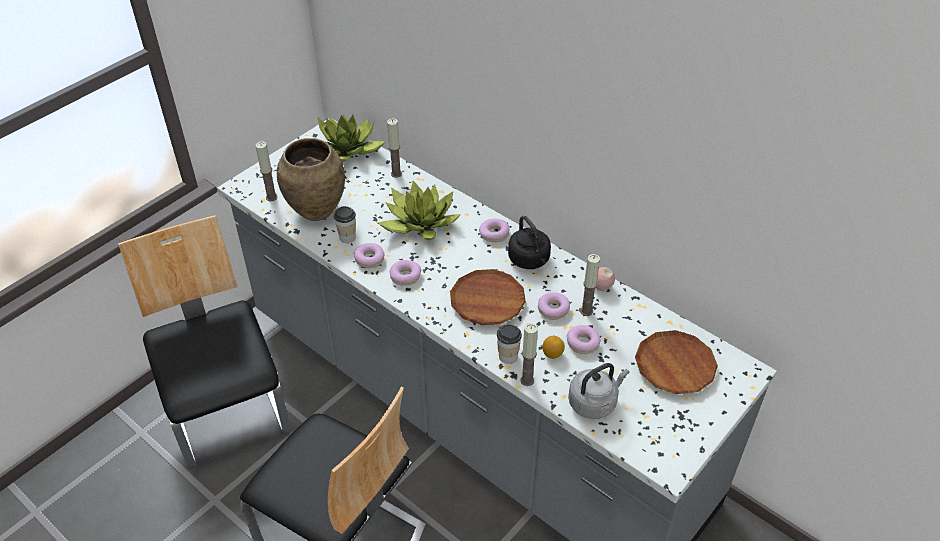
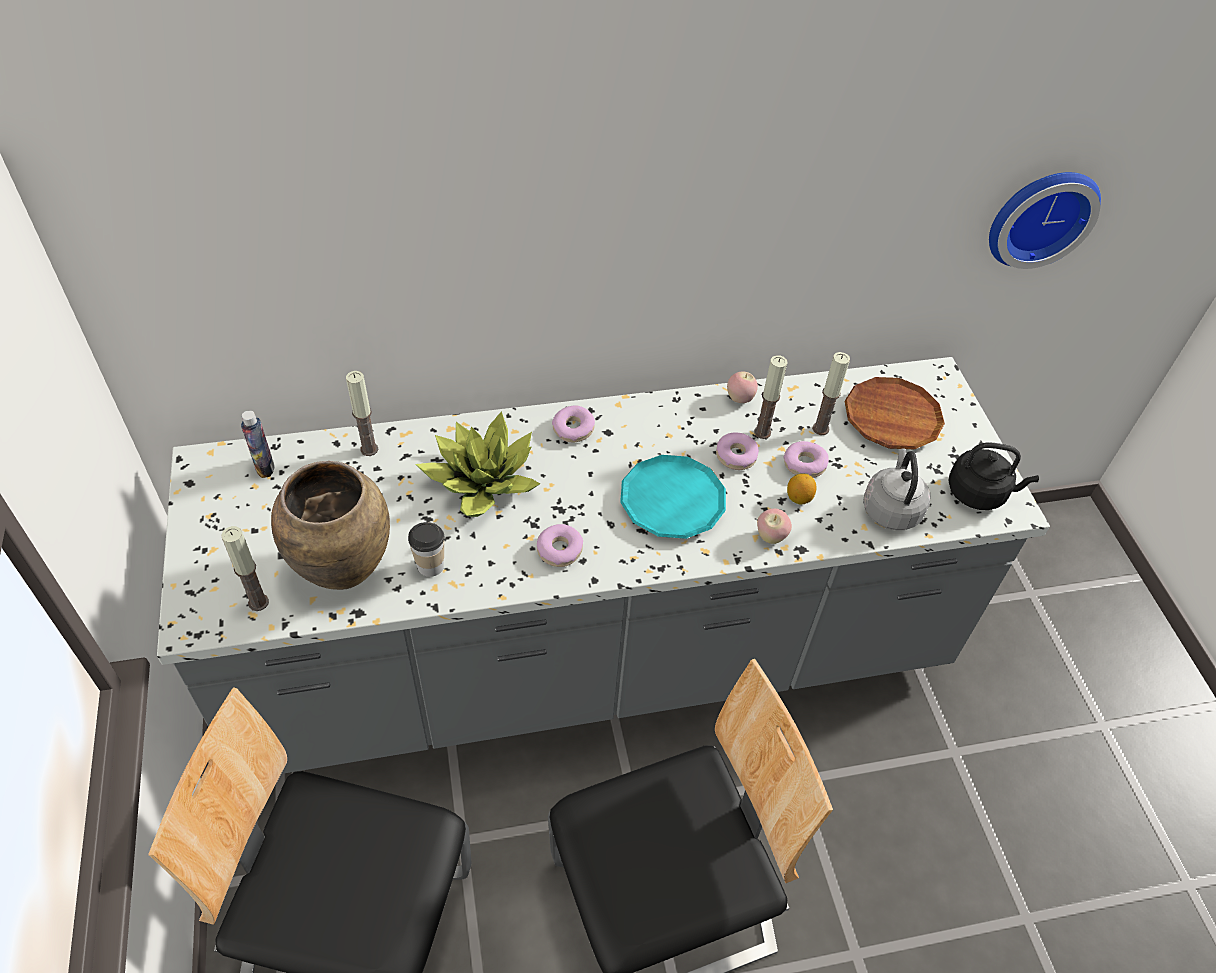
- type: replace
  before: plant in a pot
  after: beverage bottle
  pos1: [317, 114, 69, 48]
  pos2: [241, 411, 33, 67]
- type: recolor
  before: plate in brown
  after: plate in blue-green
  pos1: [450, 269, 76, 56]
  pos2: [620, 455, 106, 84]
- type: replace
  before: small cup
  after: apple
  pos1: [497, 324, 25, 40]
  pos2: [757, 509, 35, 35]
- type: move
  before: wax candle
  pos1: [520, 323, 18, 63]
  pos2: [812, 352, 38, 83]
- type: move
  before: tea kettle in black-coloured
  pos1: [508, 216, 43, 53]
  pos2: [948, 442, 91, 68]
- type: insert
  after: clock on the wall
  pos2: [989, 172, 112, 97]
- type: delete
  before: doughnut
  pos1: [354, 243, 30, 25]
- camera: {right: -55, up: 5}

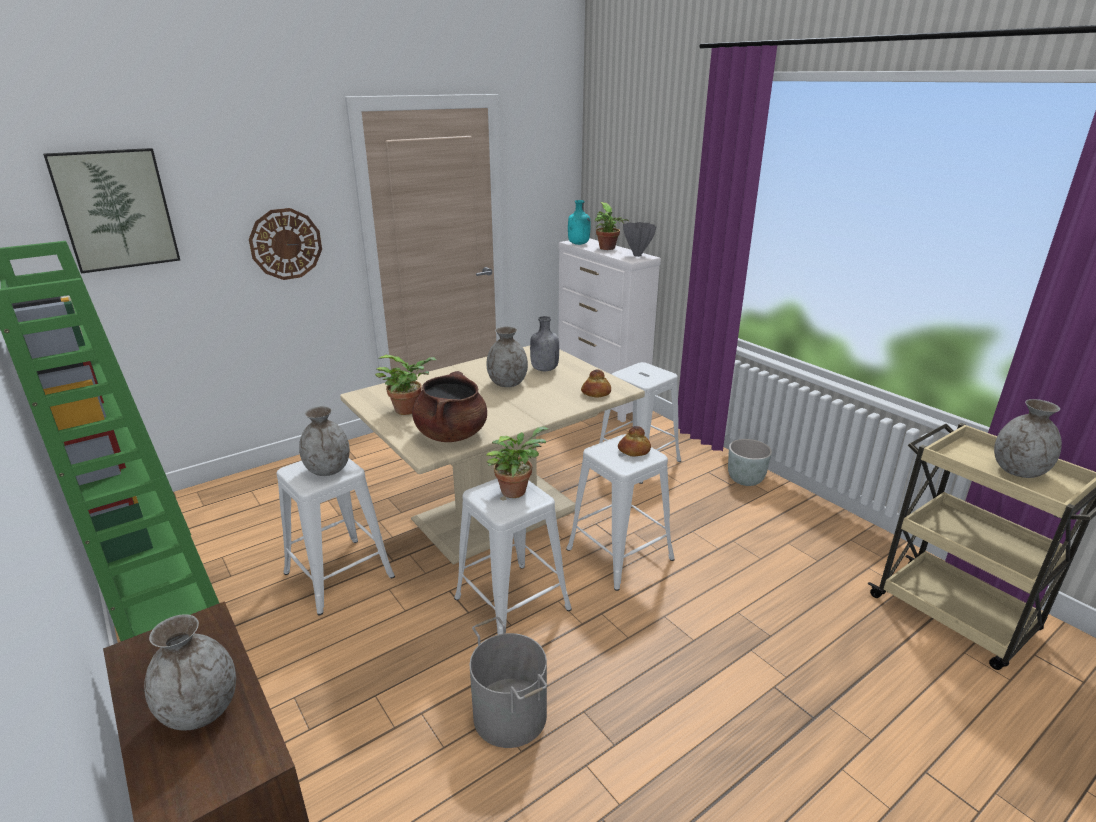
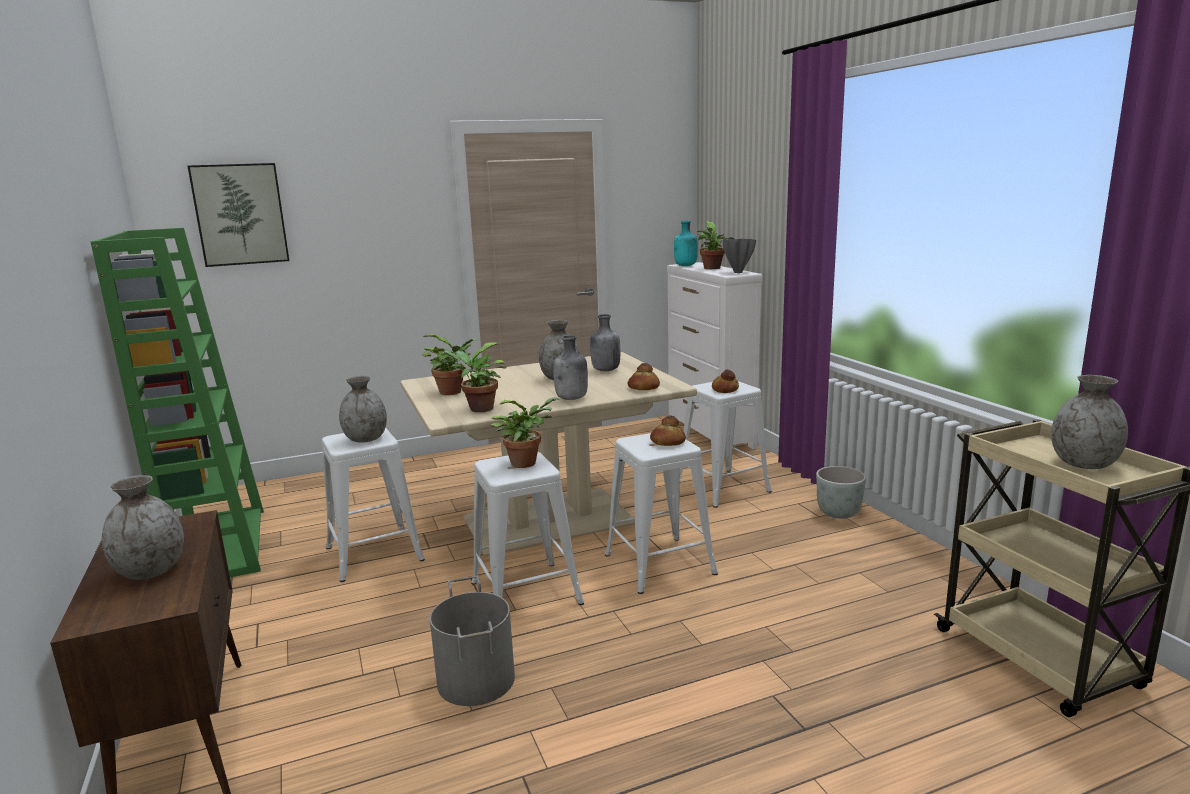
- type: replace
  before: saucepot in brown
  after: plant in a pot
  pos1: [412, 371, 75, 71]
  pos2: [441, 342, 66, 70]
- type: insert
  after: beverage bottle in gray
  pos2: [553, 335, 35, 65]
- type: insert
  after: bread
  pos2: [712, 369, 27, 24]
- type: delete
  before: clock on the wall
  pos1: [249, 208, 73, 72]
- camera: {right: 15, up: -10}

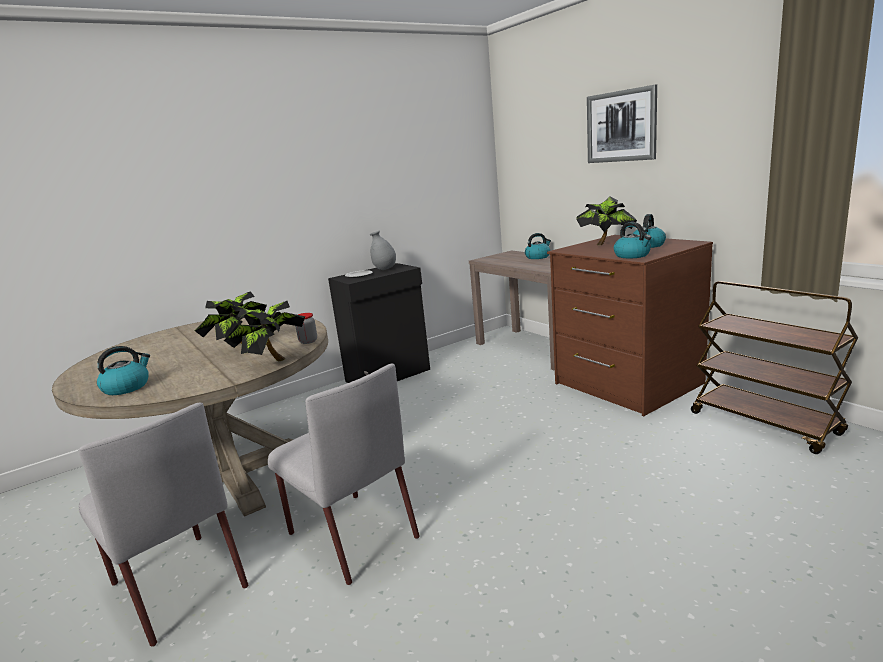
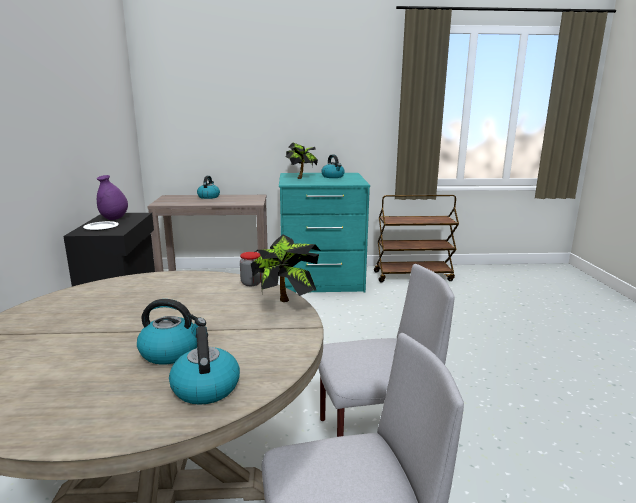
- type: recolor
  before: vase in gray
  after: vase in purplish
  pos1: [370, 231, 26, 39]
  pos2: [97, 175, 31, 45]
- type: move
  before: tea kettle
  pos1: [614, 222, 37, 36]
  pos2: [137, 299, 69, 66]
- type: recolor
  before: chest of drawers in brown
  after: chest of drawers in blue-green
  pos1: [547, 235, 166, 181]
  pos2: [279, 173, 91, 120]
- type: delete
  before: plant in a pot
  pos1: [194, 291, 74, 53]
- type: delete
  before: picture
  pos1: [587, 84, 70, 79]
- camera: {right: -60, up: 0}

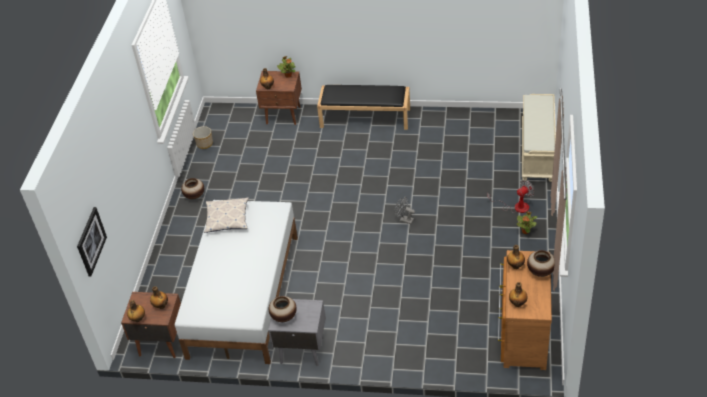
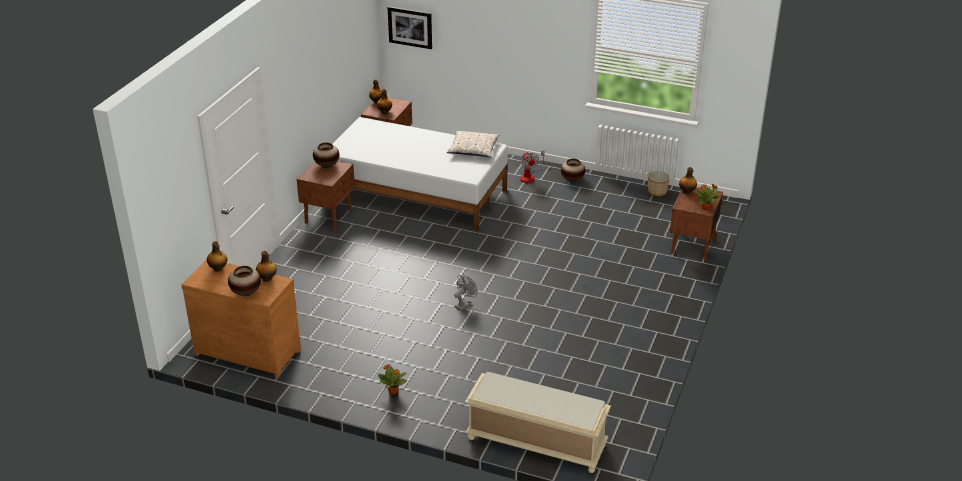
- type: recolor
  before: nightstand in gray
  after: nightstand in brown
  pos1: [268, 299, 58, 67]
  pos2: [297, 161, 58, 69]
- type: move
  before: cooling fan
  pos1: [487, 180, 47, 33]
  pos2: [520, 150, 25, 33]
- type: delete
  before: bench in black-coloured
  pos1: [317, 85, 93, 45]
- camera: {right: 100, up: -10}

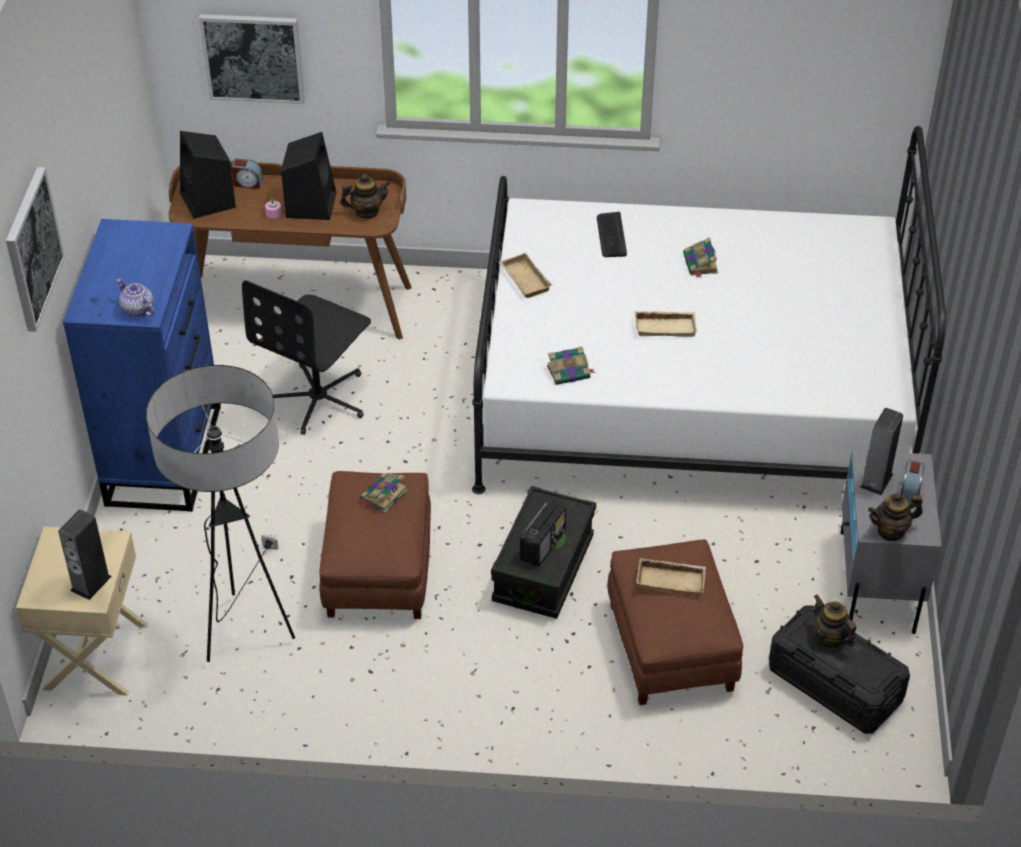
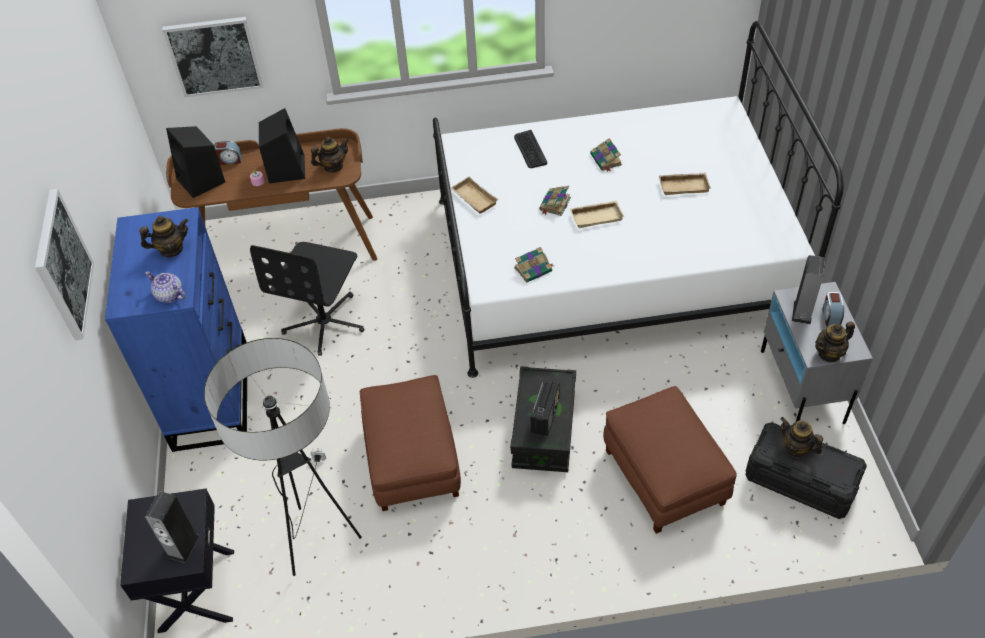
- type: recolor
  before: nightstand in beige-coloured
  after: nightstand in black-coloured
  pos1: [16, 526, 132, 170]
  pos2: [120, 488, 114, 145]
- type: insert
  after: teapot
  pos2: [139, 216, 49, 41]
- type: move
  before: volume
  pos1: [360, 473, 48, 40]
  pos2: [539, 186, 32, 30]
- type: move
  before: carrying tray in beige-coloured
  pos1: [636, 558, 70, 38]
  pos2: [659, 173, 52, 22]
- camera: {right: -10, up: 5}

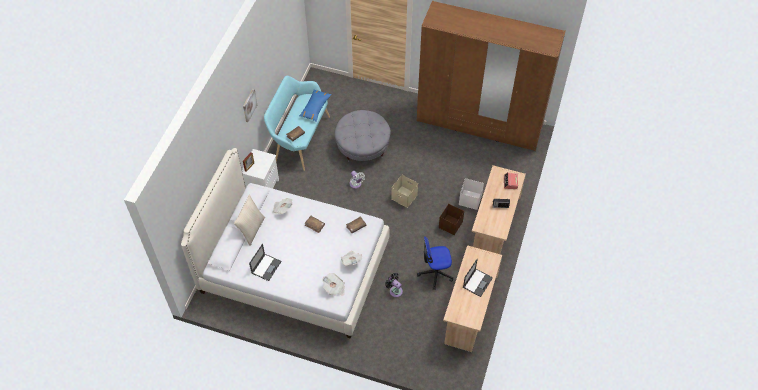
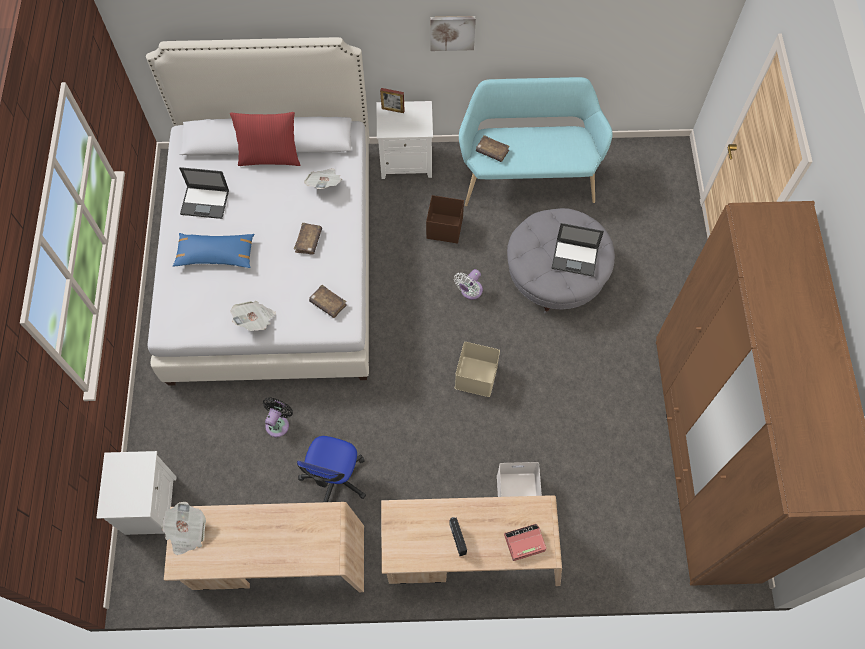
- type: insert
  after: nightstand in whitish
  pos2: [96, 451, 81, 84]
- type: move
  before: newspaper
  pos1: [322, 273, 23, 23]
  pos2: [161, 502, 45, 53]
- type: move
  before: cushion in bluish
  pos1: [299, 89, 33, 32]
  pos2: [173, 233, 81, 35]
- type: recolor
  before: cushion in beige-coloured
  after: cushion in reddish
  pos1: [234, 194, 31, 52]
  pos2: [230, 112, 71, 54]
- type: rotate
  before: desk chair
  pos1: [417, 236, 36, 54]
  pos2: [297, 436, 69, 66]
  turn: -135
- type: move
  before: storage bin in brown
  pos1: [439, 204, 25, 31]
  pos2: [426, 195, 38, 48]
- type: move
  before: portable computer
  pos1: [463, 258, 30, 39]
  pos2: [552, 223, 52, 54]
- camera: {right: 70, up: 10}

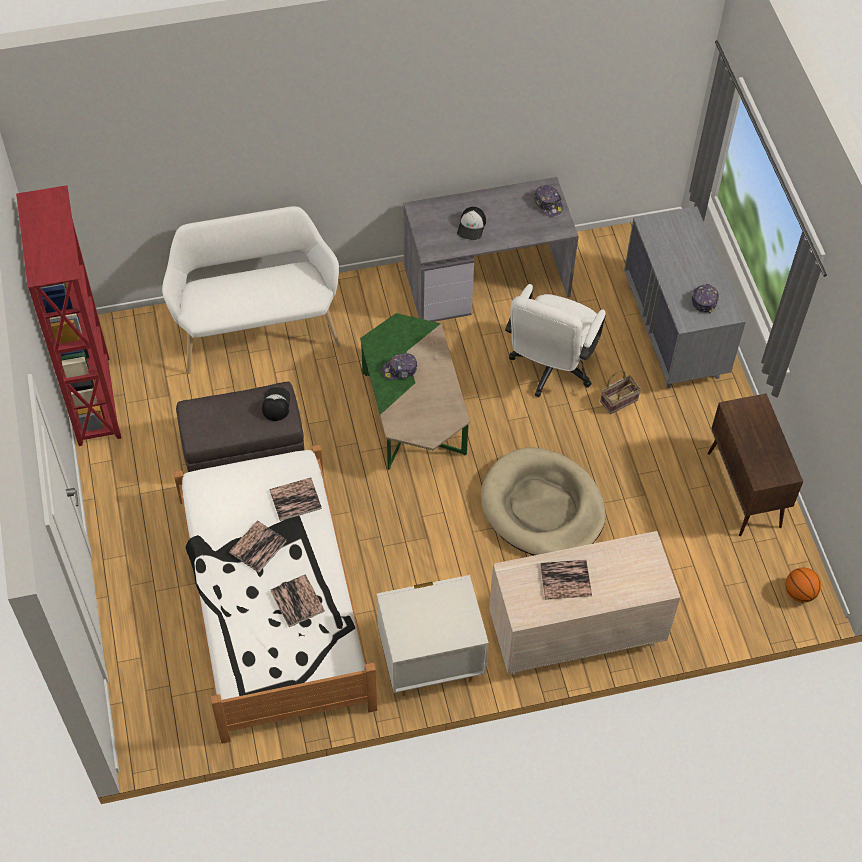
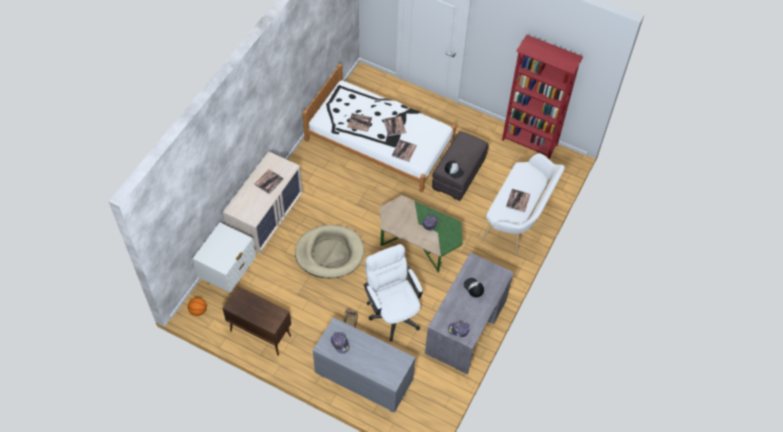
- type: move
  before: nightstand in whitish
  pos1: [376, 575, 113, 121]
  pos2: [193, 222, 63, 73]
- type: insert
  after: volume
  pos2: [506, 189, 24, 23]
- camera: {right: 130, up: 0}

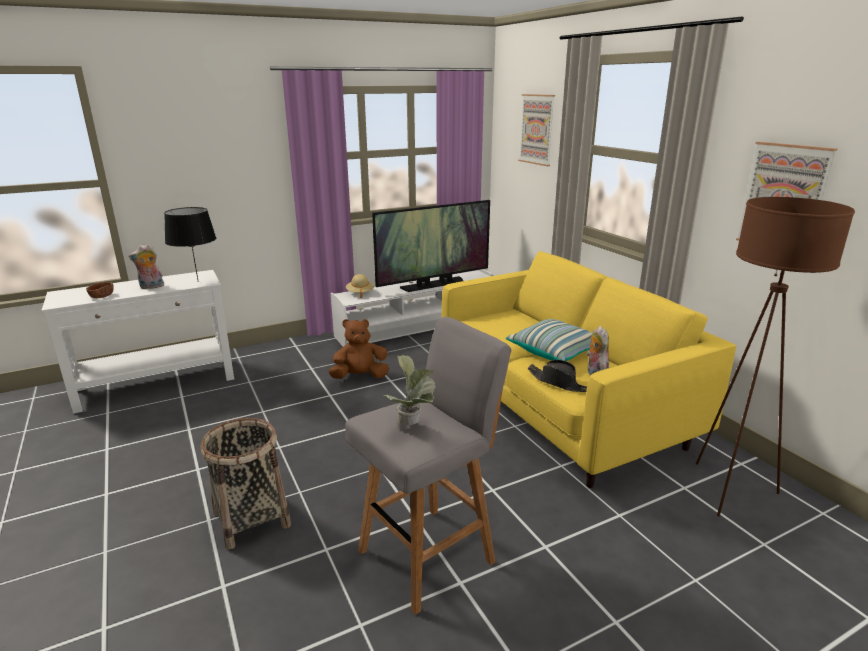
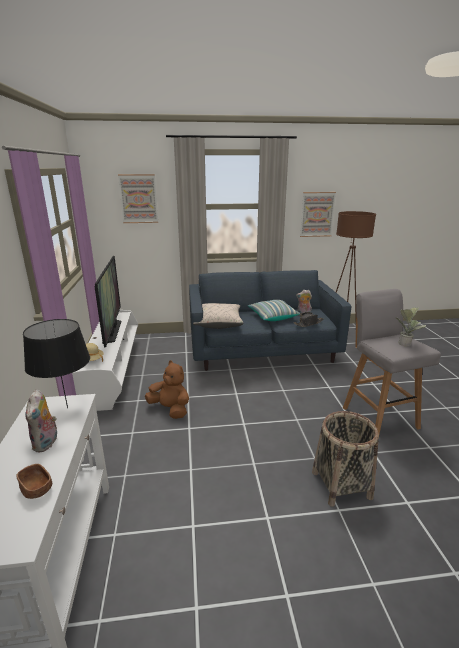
- type: rotate
  before: cuddly toy in brown
  pos1: [328, 319, 61, 60]
  pos2: [145, 360, 44, 59]
  turn: 120
- type: recolor
  before: couch in yellow-coloured
  after: couch in bluish
  pos1: [442, 251, 294, 237]
  pos2: [189, 270, 162, 101]
- type: insert
  after: cushion in beige-coloured
  pos2: [193, 303, 51, 26]
- camera: {right: -70, up: 0}

